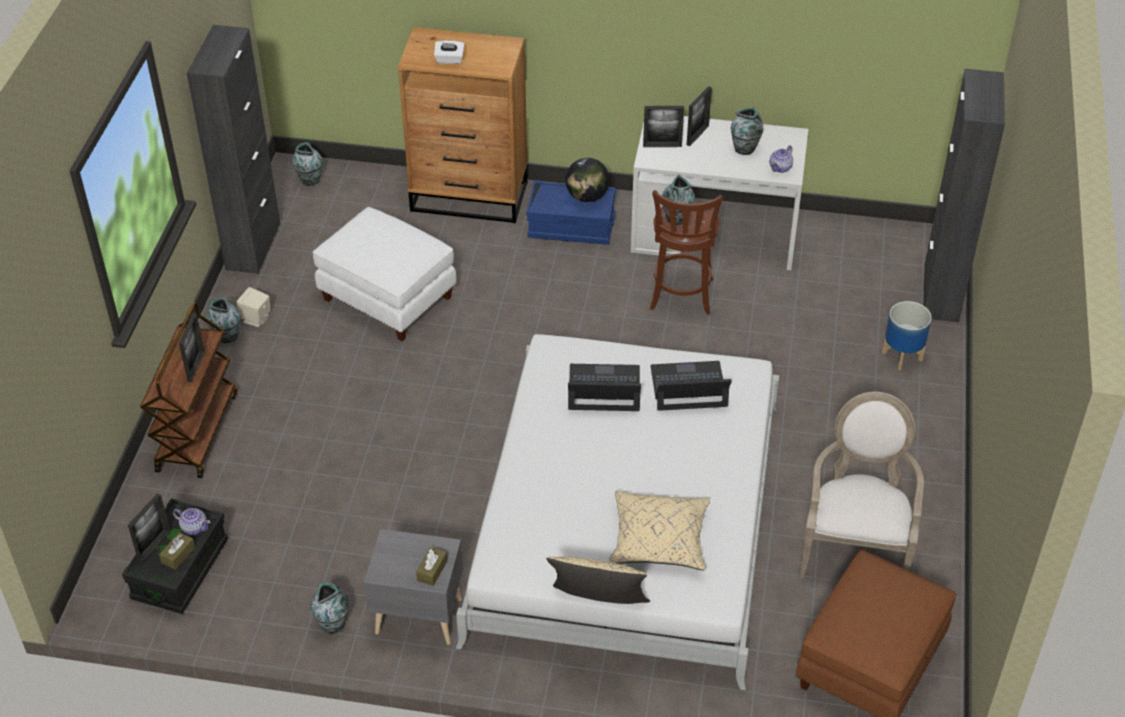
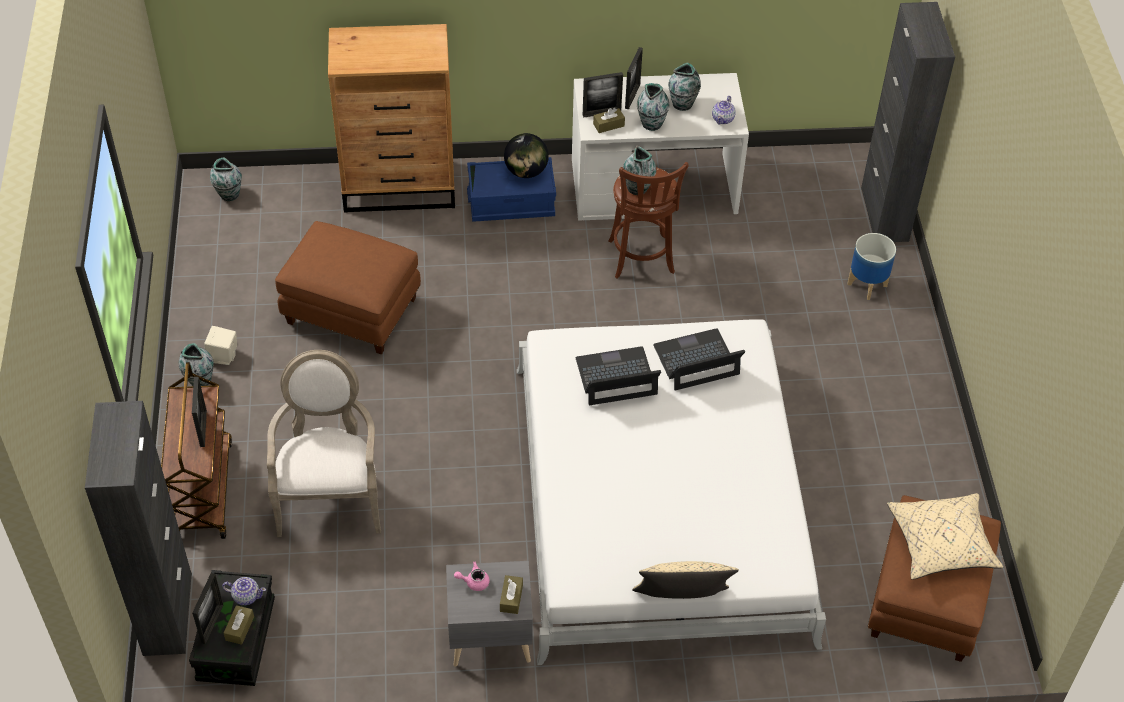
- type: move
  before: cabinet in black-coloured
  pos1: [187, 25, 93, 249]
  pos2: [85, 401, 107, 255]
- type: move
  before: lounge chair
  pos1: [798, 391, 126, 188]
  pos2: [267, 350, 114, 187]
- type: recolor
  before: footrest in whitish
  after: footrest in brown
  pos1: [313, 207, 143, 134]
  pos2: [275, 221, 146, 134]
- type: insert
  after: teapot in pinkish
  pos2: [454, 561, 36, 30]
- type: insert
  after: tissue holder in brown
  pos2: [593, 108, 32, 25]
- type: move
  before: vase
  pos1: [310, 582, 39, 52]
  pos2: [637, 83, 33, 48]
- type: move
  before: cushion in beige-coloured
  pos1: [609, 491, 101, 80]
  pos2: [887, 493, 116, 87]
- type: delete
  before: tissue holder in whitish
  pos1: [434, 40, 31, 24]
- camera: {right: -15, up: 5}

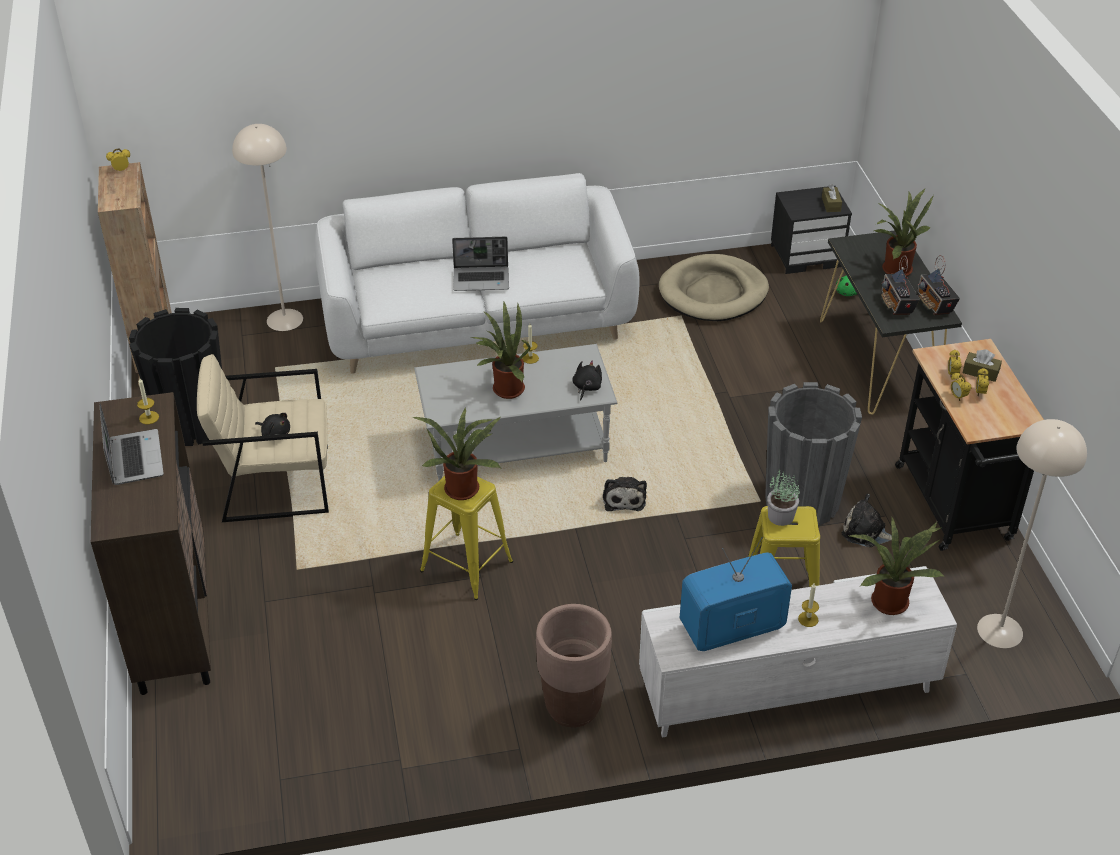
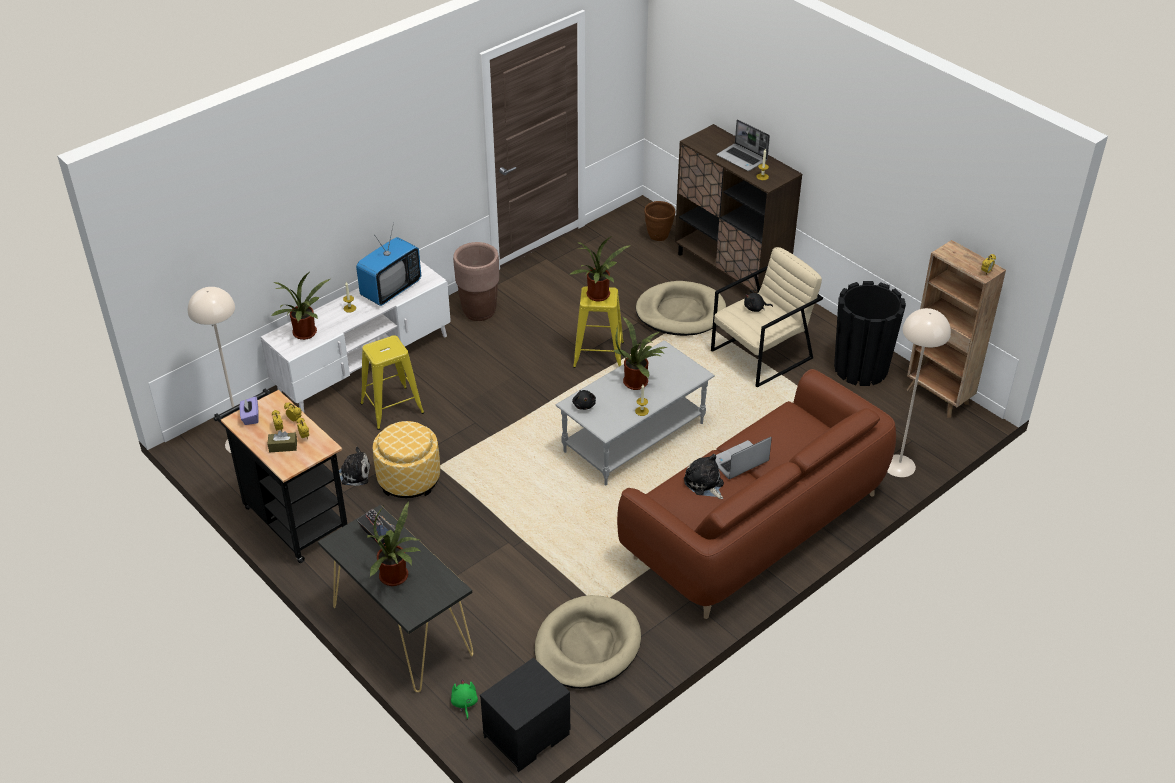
- type: insert
  after: tissue holder in purplish
  pos2: [240, 396, 19, 29]
- type: replace
  before: planter in gray
  after: footrest
  pos1: [765, 382, 97, 144]
  pos2: [373, 421, 67, 77]
- type: recolor
  before: couch in whitish
  after: couch in brown
  pos1: [315, 173, 324, 201]
  pos2: [617, 369, 279, 250]
- type: insert
  after: dog bed in beige-coloured
  pos2: [636, 281, 90, 55]
- type: insert
  after: planter in brown
  pos2: [644, 201, 32, 40]
- type: move
  before: cuddly toy
  pos1: [603, 477, 44, 34]
  pos2: [684, 454, 40, 45]
- type: delete
  before: plant in a pot
  pos1: [767, 469, 33, 57]
- type: delete
  before: tissue holder in brown
  pos1: [822, 185, 20, 27]
- type: delete
  before: radio
  pos1: [917, 255, 43, 60]
- camera: {right: 150, up: 0}

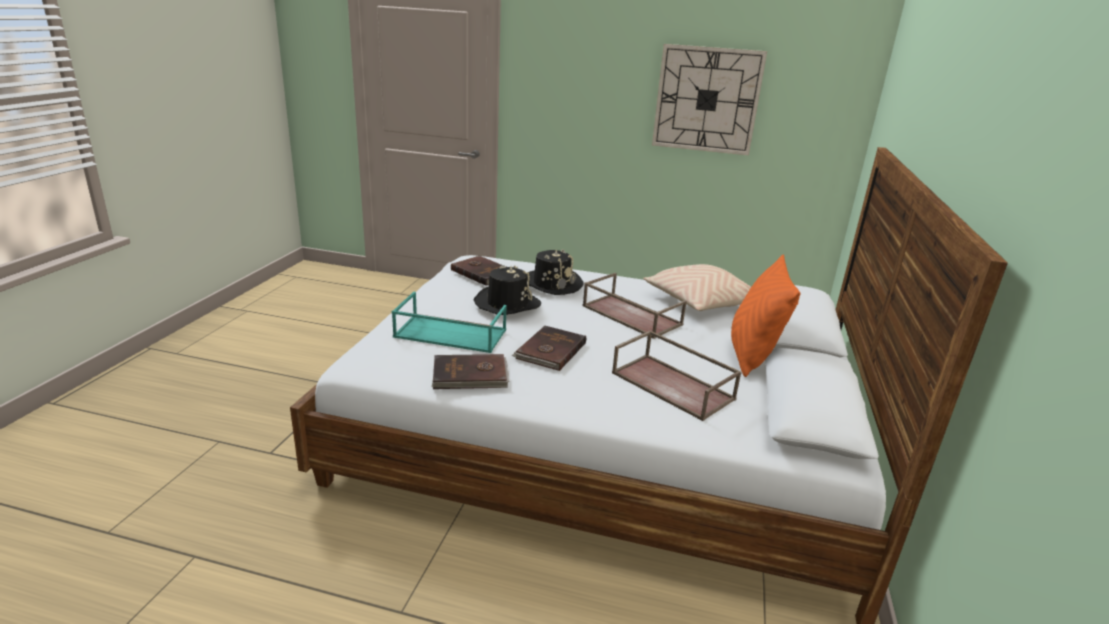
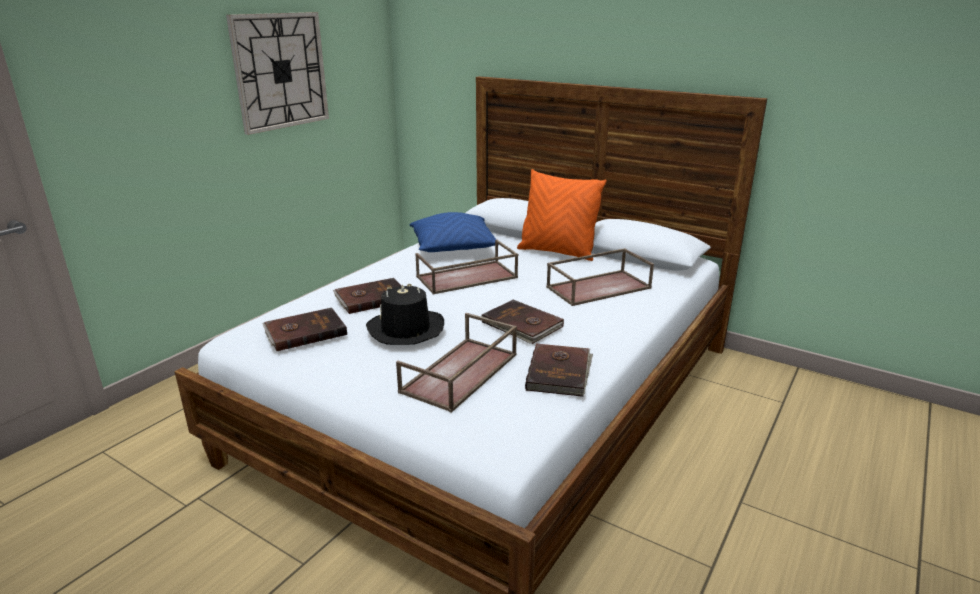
- type: replace
  before: wearable hat in black-coloured
  after: volume in brown
  pos1: [527, 250, 57, 45]
  pos2: [333, 278, 68, 36]
- type: recolor
  before: carrying tray in blue-green
  after: carrying tray in brown
  pos1: [392, 292, 115, 61]
  pos2: [396, 313, 121, 100]
- type: recolor
  before: cushion in beige-coloured
  after: cushion in bluish
  pos1: [643, 264, 108, 47]
  pos2: [410, 212, 89, 40]
- camera: {right: -70, up: 0}

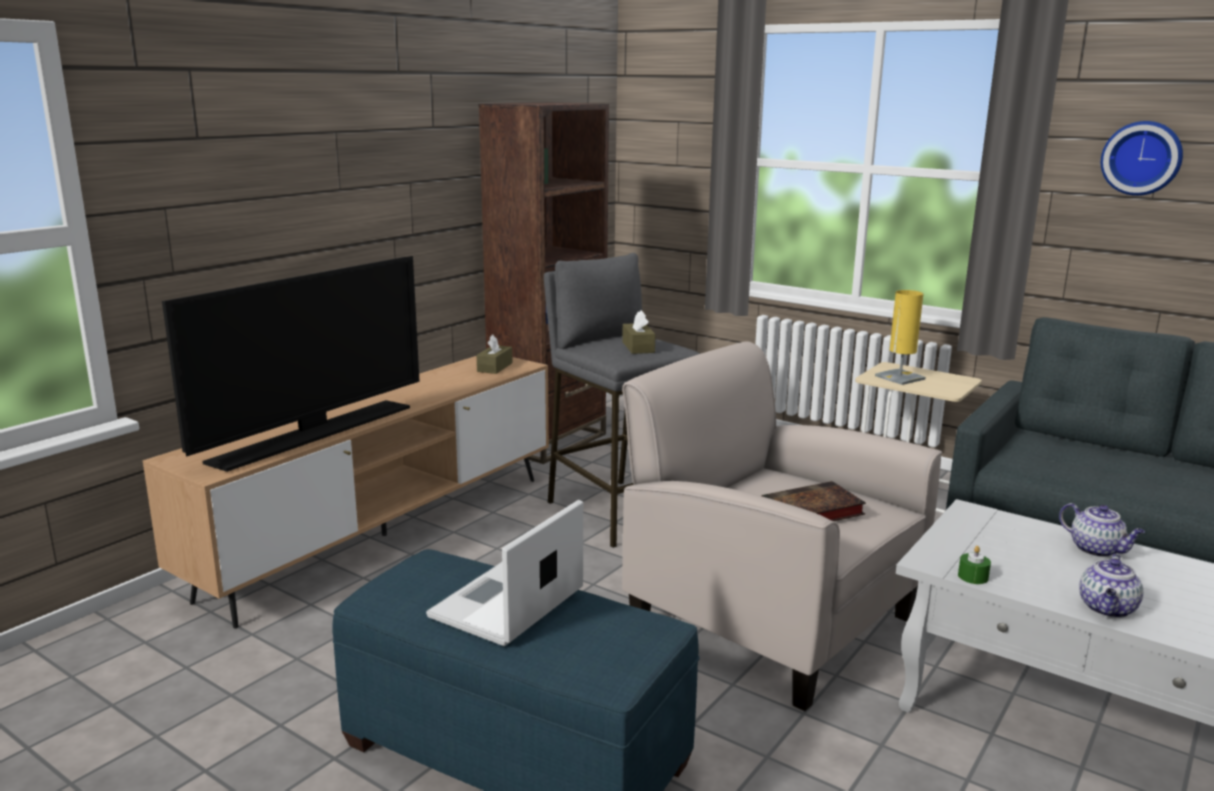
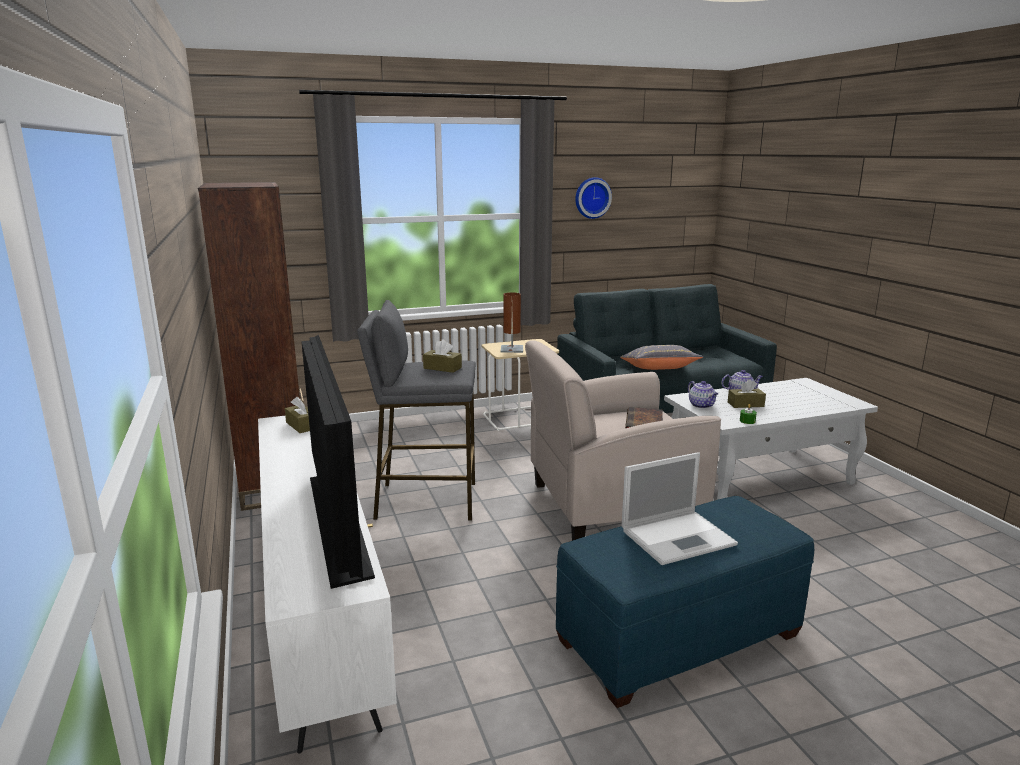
- type: recolor
  before: tv stand in brown
  after: tv stand in whitish
  pos1: [143, 356, 406, 272]
  pos2: [258, 416, 139, 337]
- type: recolor
  before: lamp for a table in yellow-coloured
  after: lamp for a table in brown
  pos1: [875, 290, 51, 95]
  pos2: [500, 292, 23, 61]
- type: insert
  after: cushion in gray
  pos2: [620, 345, 83, 25]
- type: rotate
  before: portable computer
  pos1: [426, 500, 157, 146]
  pos2: [622, 452, 116, 113]
  turn: -90
- type: move
  before: teapot
  pos1: [1079, 554, 64, 64]
  pos2: [688, 381, 30, 27]
- type: insert
  after: tissue holder in brown
  pos2: [728, 379, 38, 29]
- camera: {right: -55, up: 0}

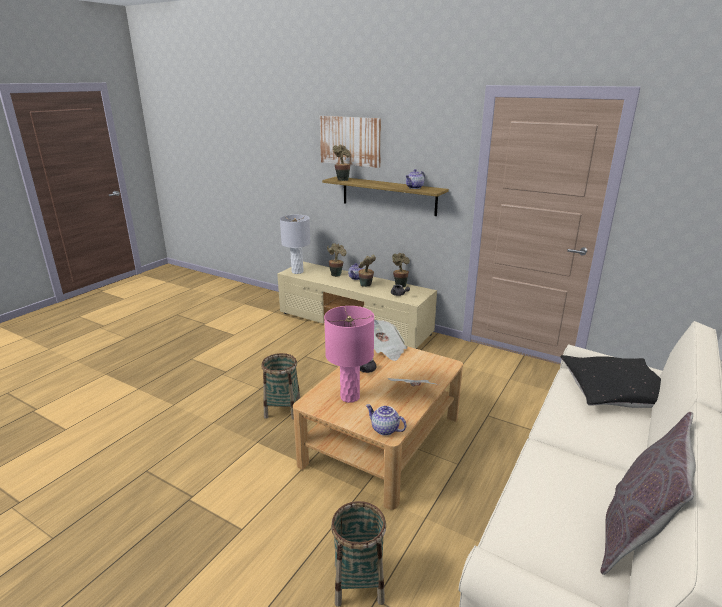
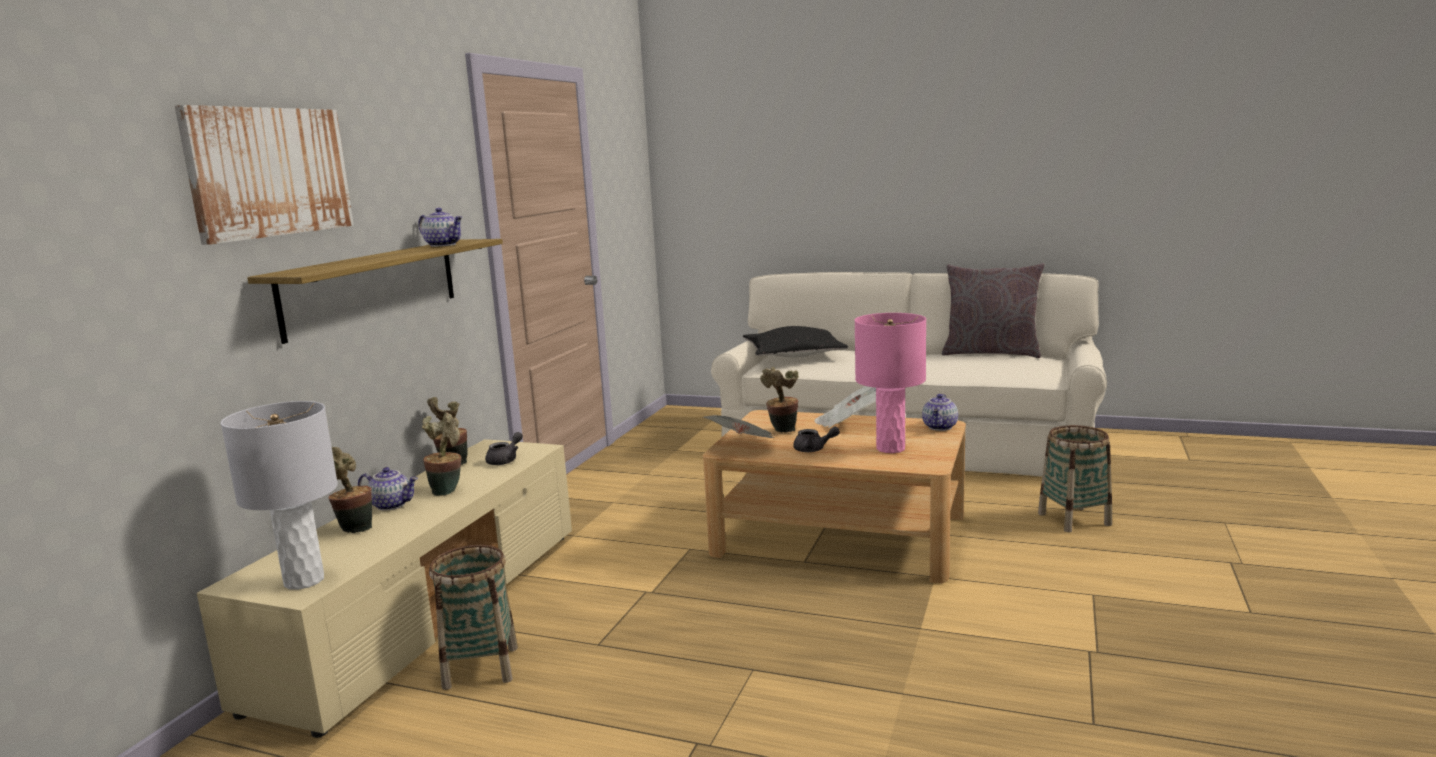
- type: move
  before: household basket
  pos1: [261, 353, 39, 67]
  pos2: [429, 545, 89, 145]
- type: move
  before: plant in a pot
  pos1: [333, 145, 18, 36]
  pos2: [760, 367, 39, 65]
- camera: {right: -100, up: -10}

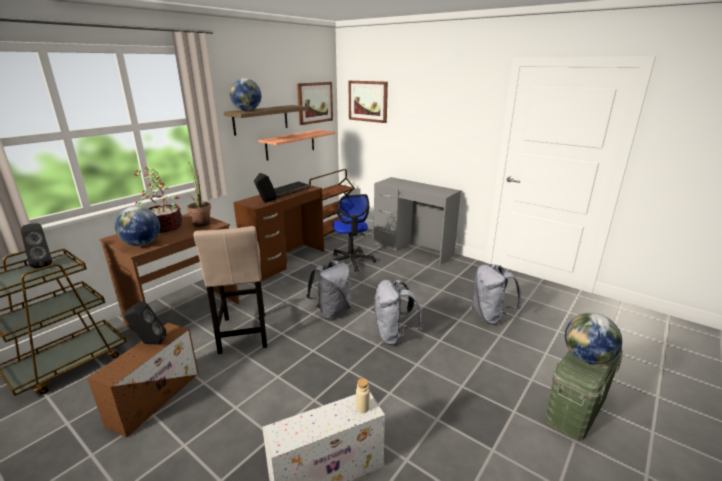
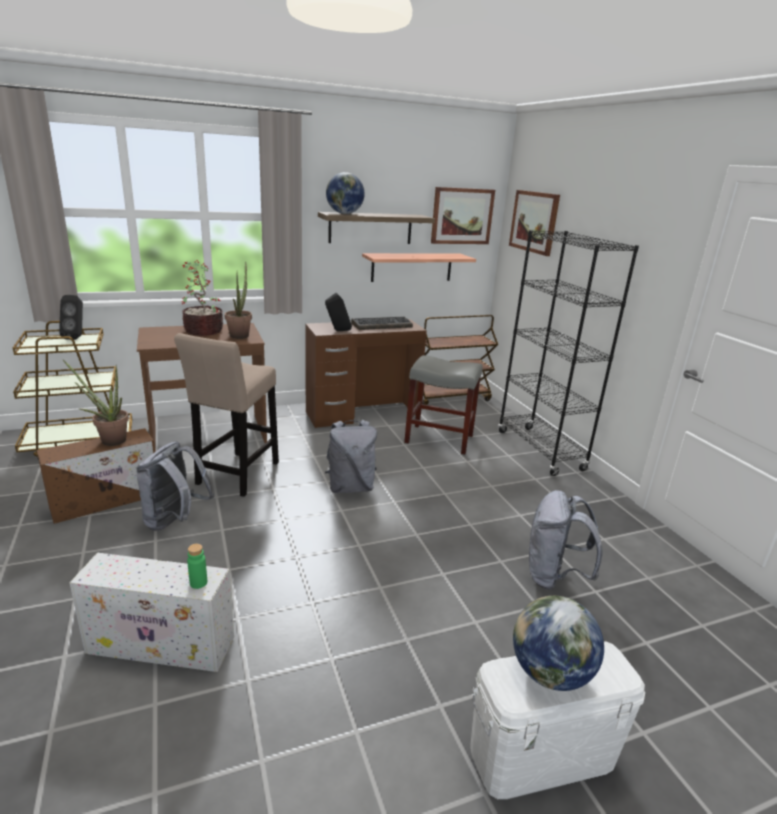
- type: replace
  before: speaker in black-coloured
  after: plant in a pot
  pos1: [123, 301, 43, 44]
  pos2: [63, 360, 66, 86]
- type: move
  before: backpack in gray
  pos1: [374, 280, 49, 66]
  pos2: [137, 441, 78, 90]
- type: recolor
  before: beverage bottle in beige-coloured
  after: beverage bottle in greenish
  pos1: [356, 378, 13, 35]
  pos2: [187, 544, 20, 45]
- type: replace
  before: desk chair
  after: sitting stool in gray
  pos1: [333, 194, 43, 78]
  pos2: [404, 355, 79, 100]
- type: recolor
  before: storage bin in greenish
  after: storage bin in whitish
  pos1: [545, 347, 78, 93]
  pos2: [470, 641, 175, 158]
- type: replace
  before: desk unit in gray
  after: shelving unit in black-coloured
  pos1: [374, 177, 87, 88]
  pos2: [498, 230, 141, 246]
- type: delete
  before: world globe
  pos1: [115, 206, 45, 40]
- camera: {right: 30, up: 0}

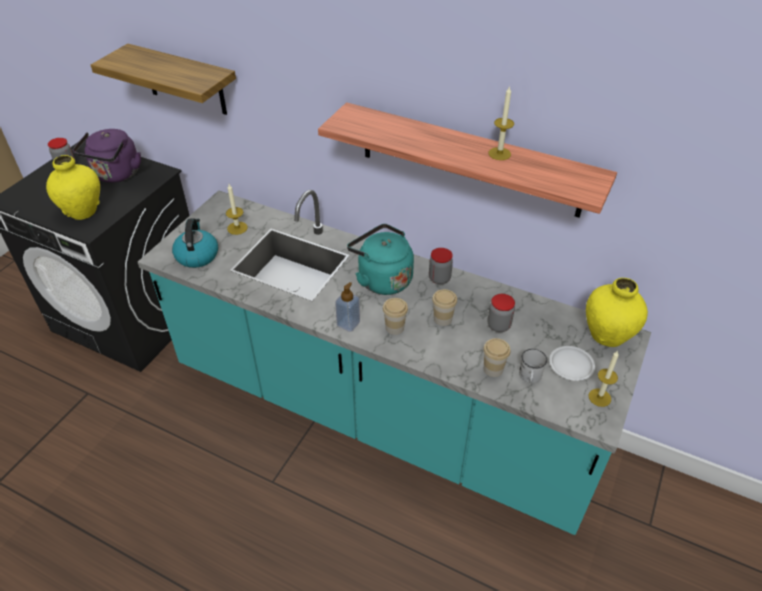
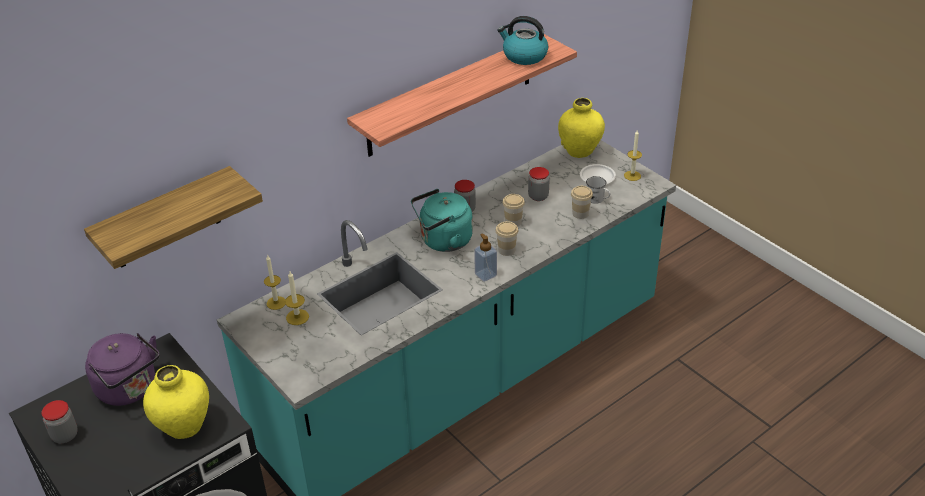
- type: move
  before: wax candle
  pos1: [489, 86, 25, 74]
  pos2: [264, 255, 21, 55]
- type: move
  before: tea kettle
  pos1: [172, 218, 46, 50]
  pos2: [497, 16, 51, 49]
- camera: {right: -65, up: -5}

